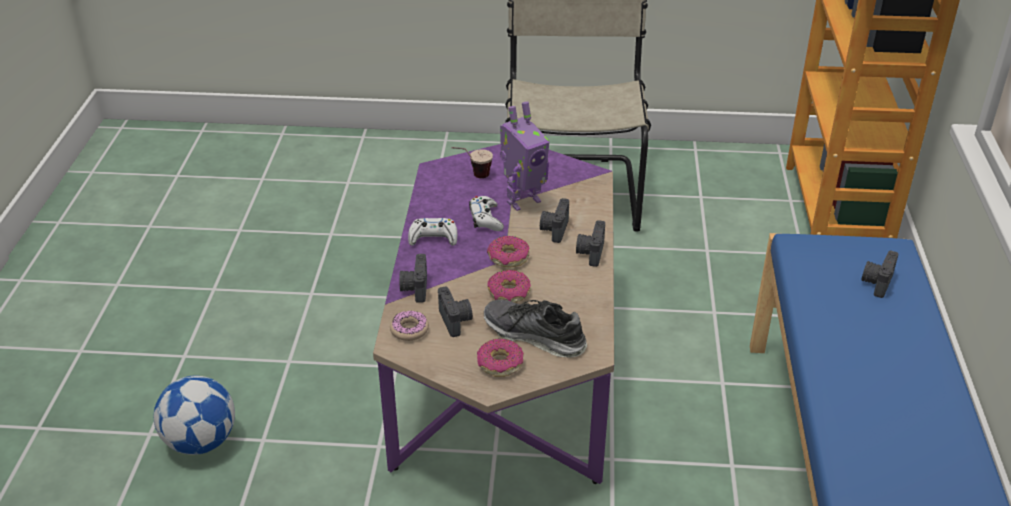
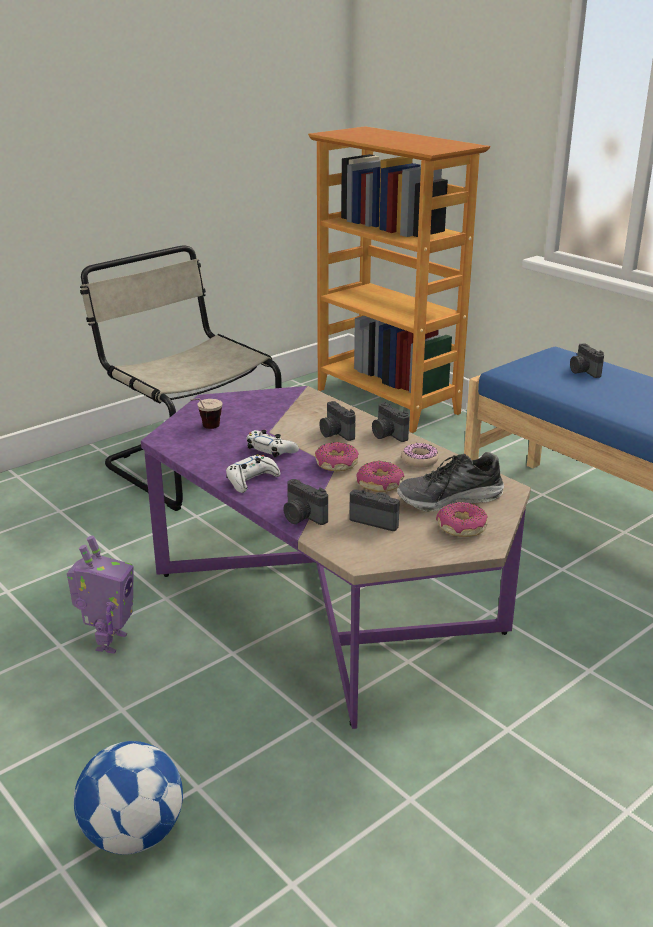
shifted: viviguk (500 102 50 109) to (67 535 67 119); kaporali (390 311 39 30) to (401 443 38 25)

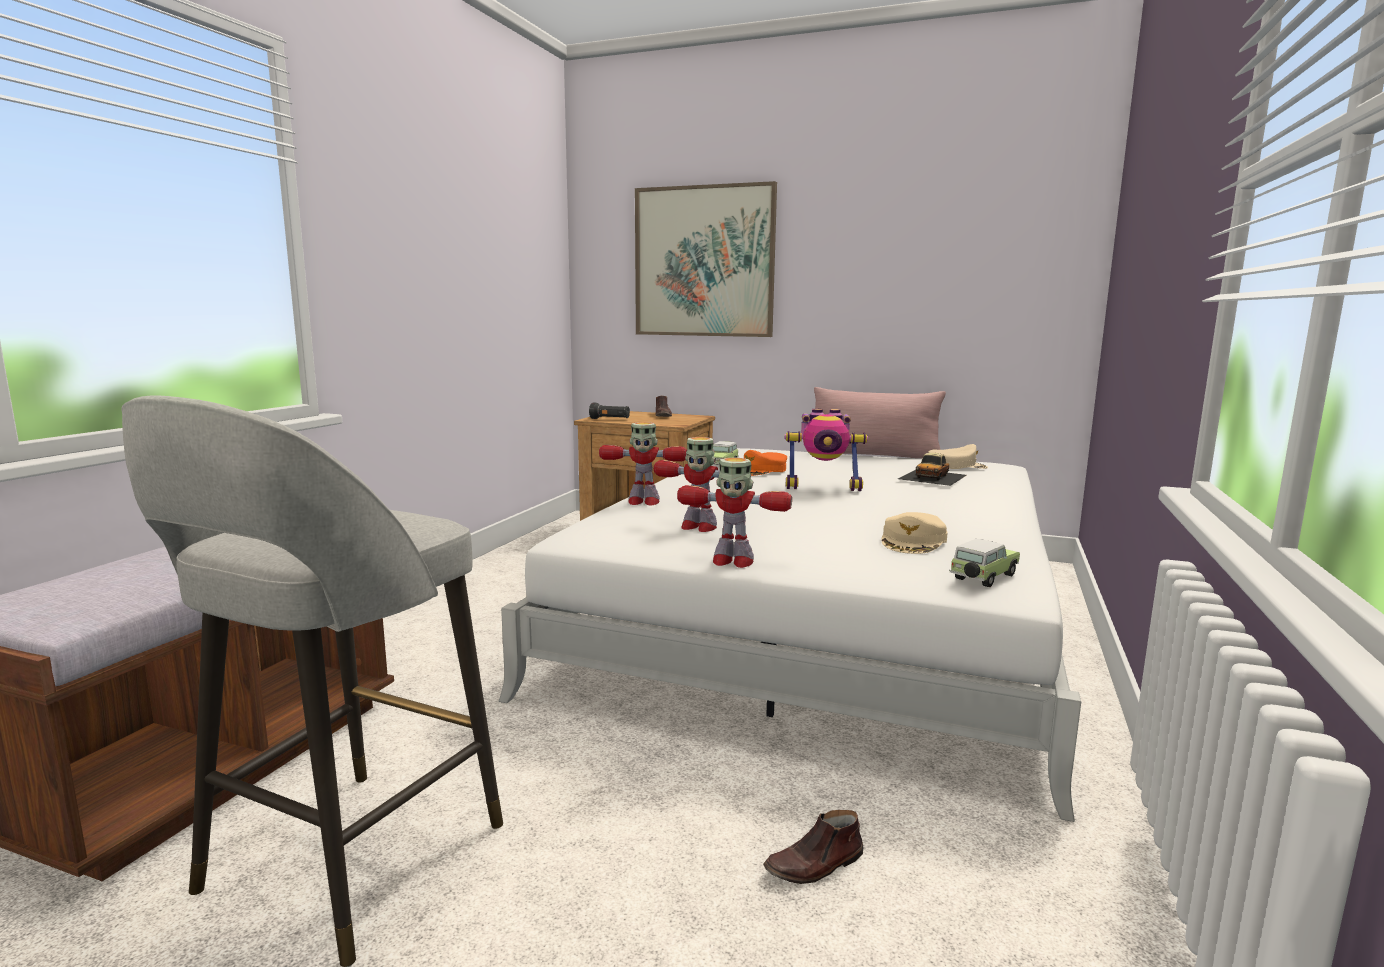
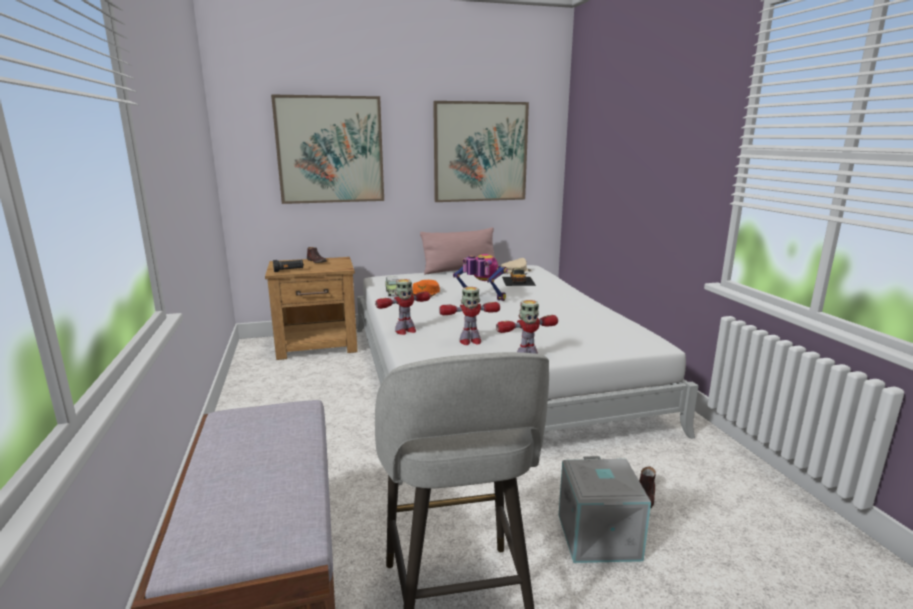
gone: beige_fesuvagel (881 512 67 42); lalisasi (950 539 70 48)
new: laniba (433 101 96 101); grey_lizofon (559 456 92 107)
rotated: viviguk (785 409 83 82) = (453 254 55 47) 120 degrees counterclockwise

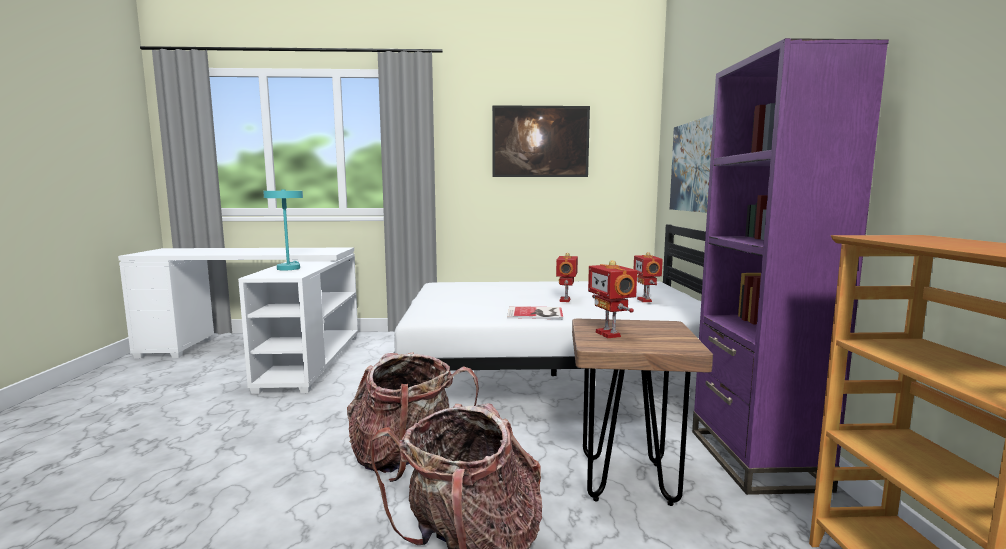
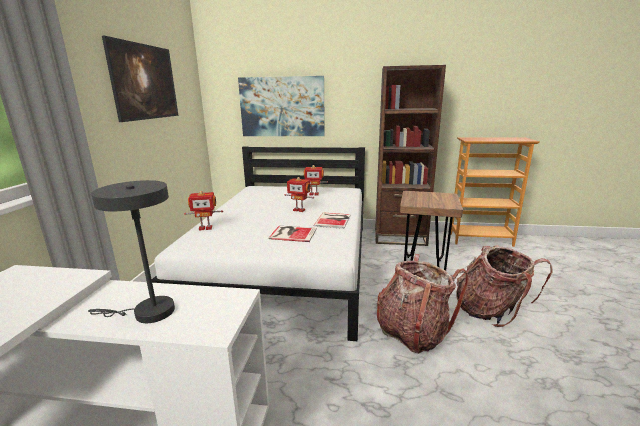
new: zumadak (268 226 49 16)
shifted: viviguk (588 260 49 78) to (184 191 39 40)
repainted: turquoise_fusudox (263 189 40 81) to grey_fusudox (88 180 87 143); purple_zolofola (692 38 197 457) to brown_zolofola (375 65 71 181)

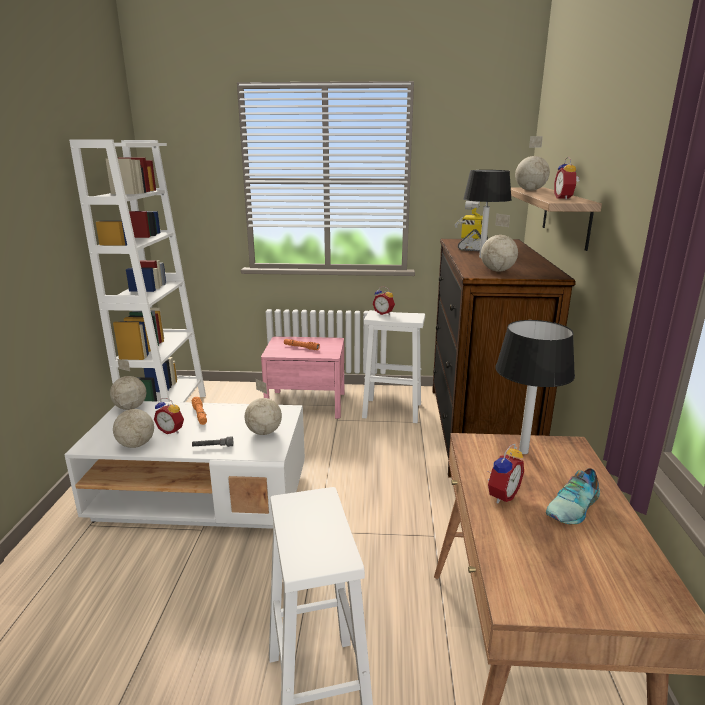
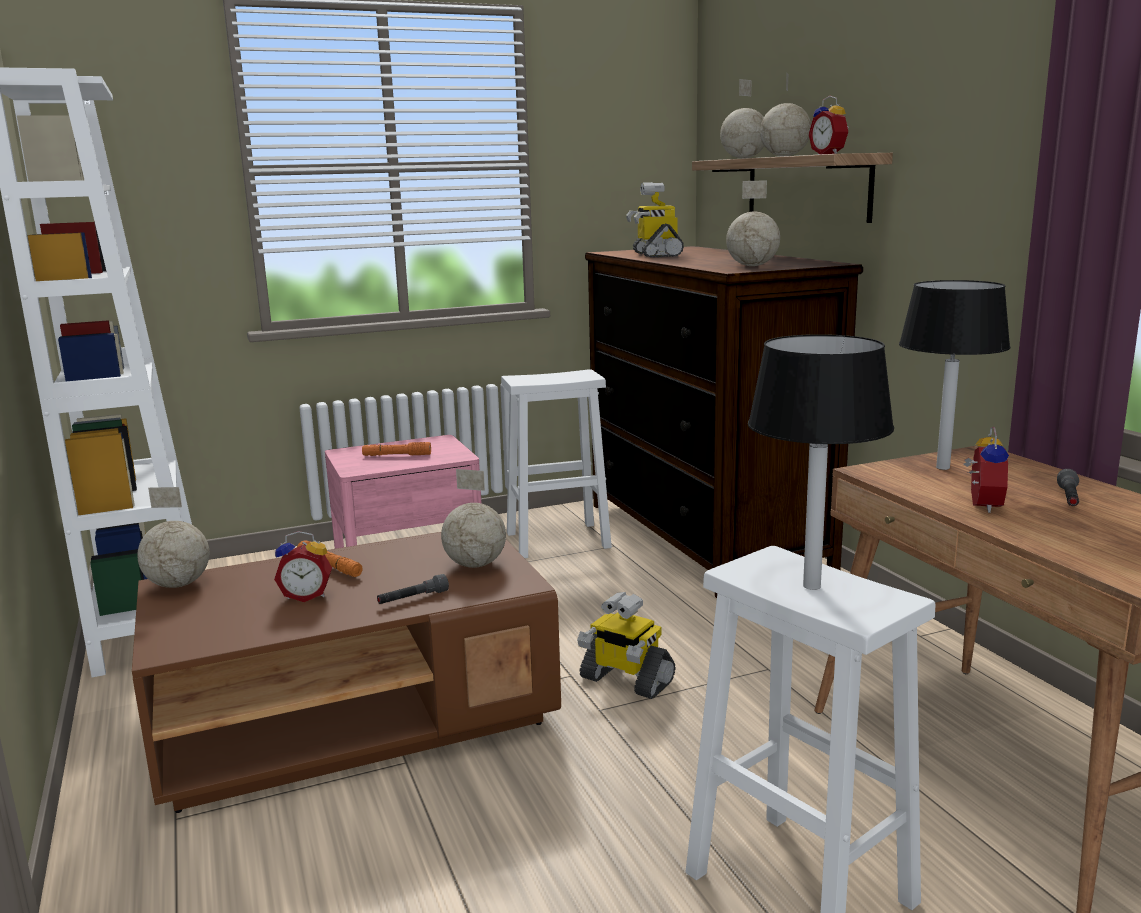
gone: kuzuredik (373 286 22 29)
new: viviguk (577 592 98 107)
shifted: black_fusudox (463 170 49 88) to (748 334 146 256); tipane (113 389 41 59) to (760 73 51 83)
swapped: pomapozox (546 468 54 56) to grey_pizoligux (1057 469 22 37)
repainted: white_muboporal (64 401 241 128) to brown_muboporal (132 532 429 281)

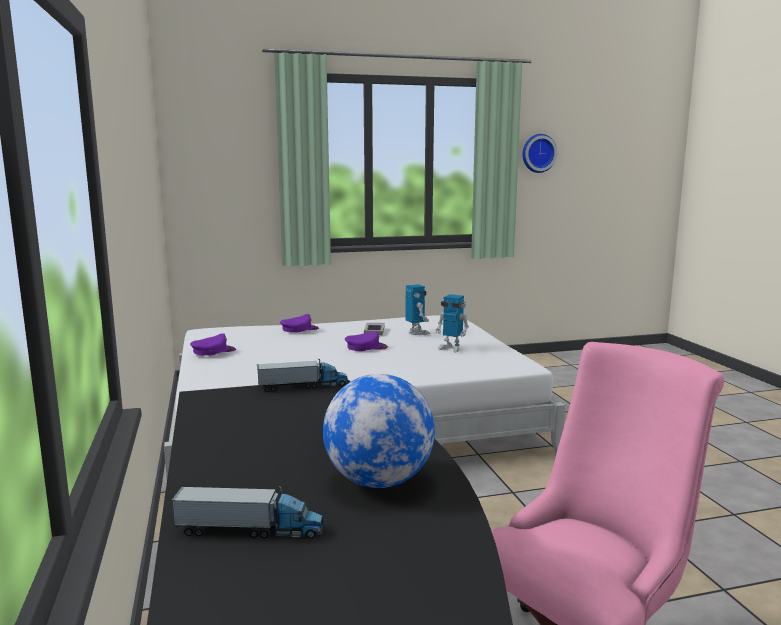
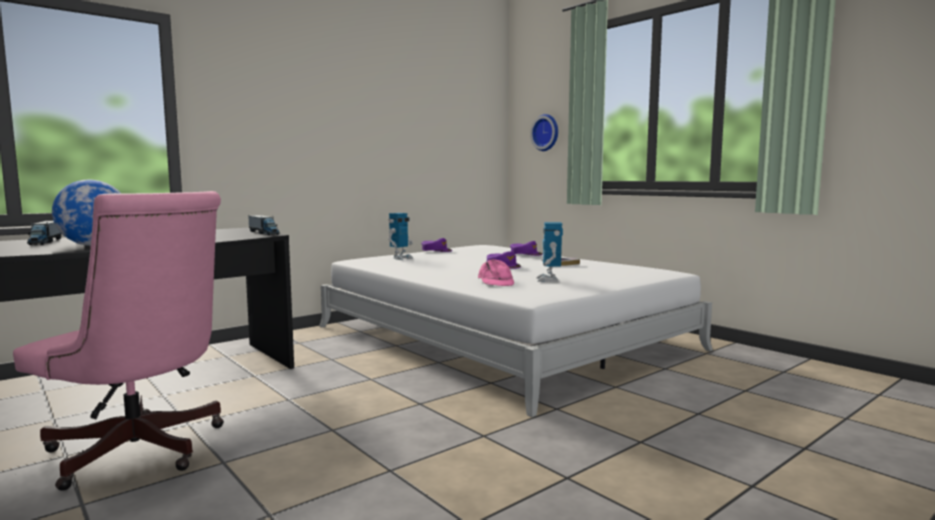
new: pink_fesuvagel (478 259 36 27)
shifted: viviguk (406 284 24 51) to (388 213 25 47); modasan (522 134 35 39) to (530 114 28 37)

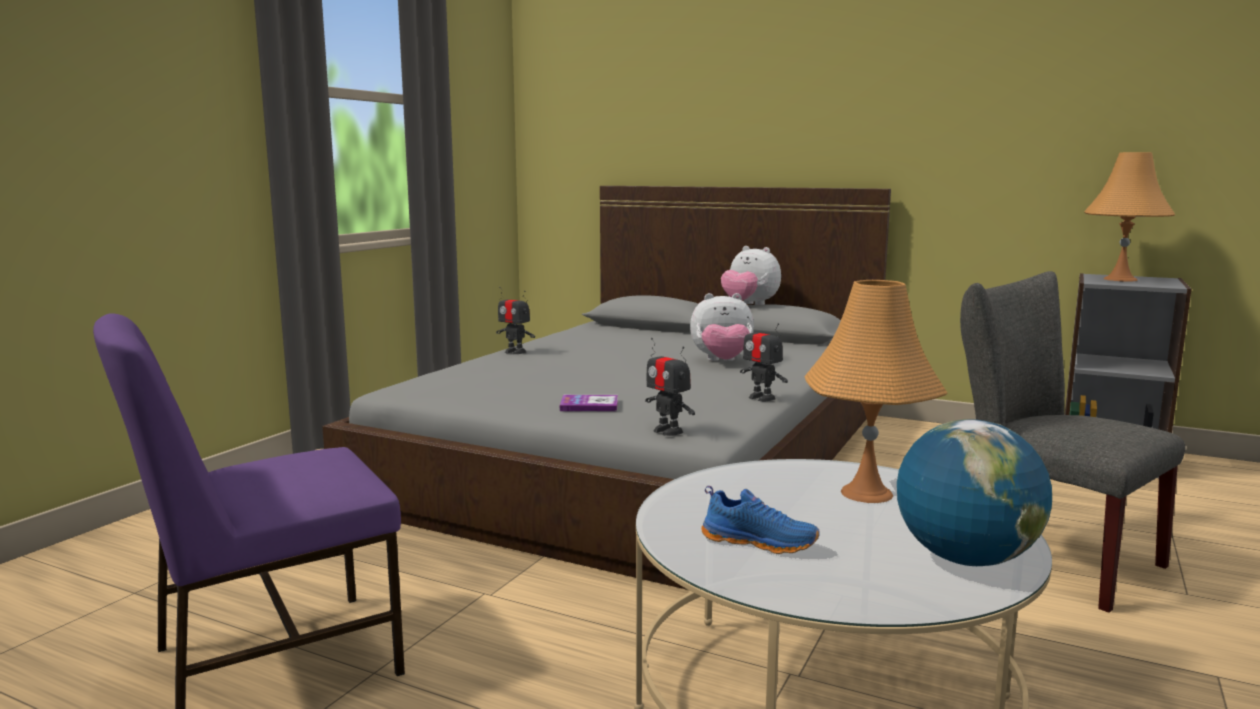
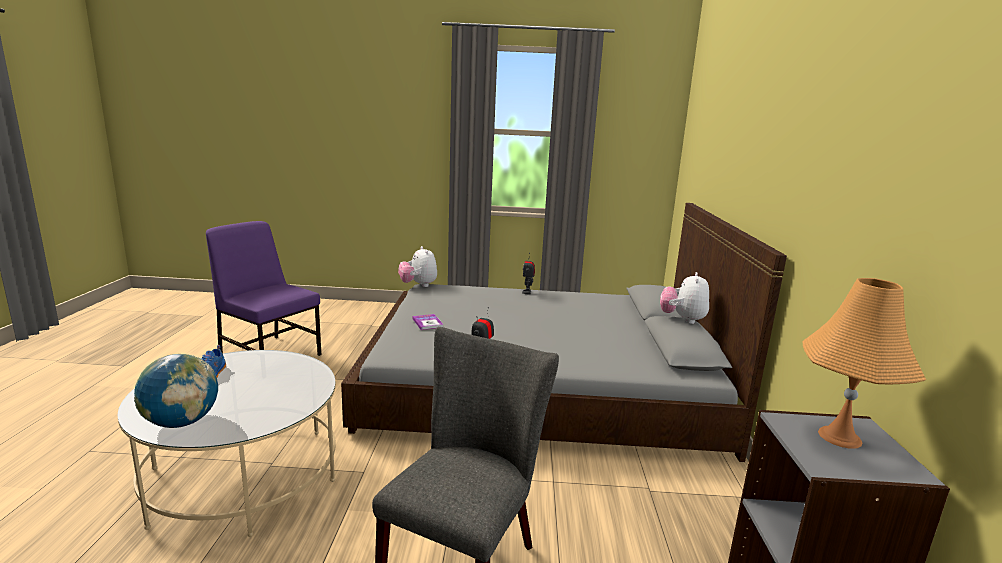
gone: viviguk (645 338 50 98); orange_fusudox (804 280 143 223)
shifted: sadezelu (690 293 64 68) to (398 246 39 41)

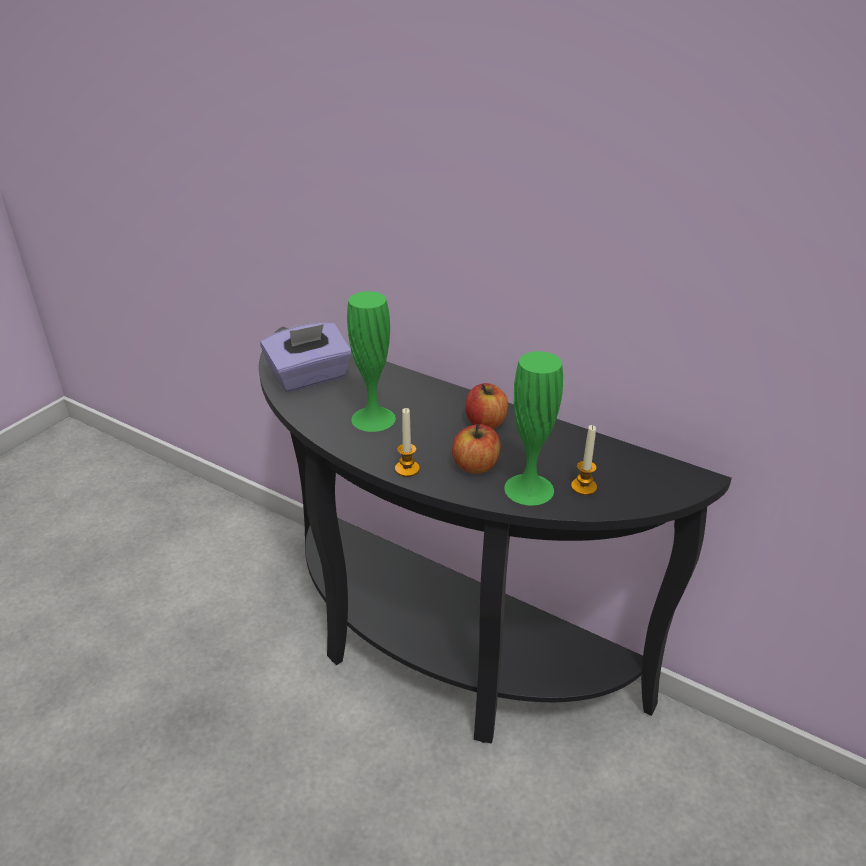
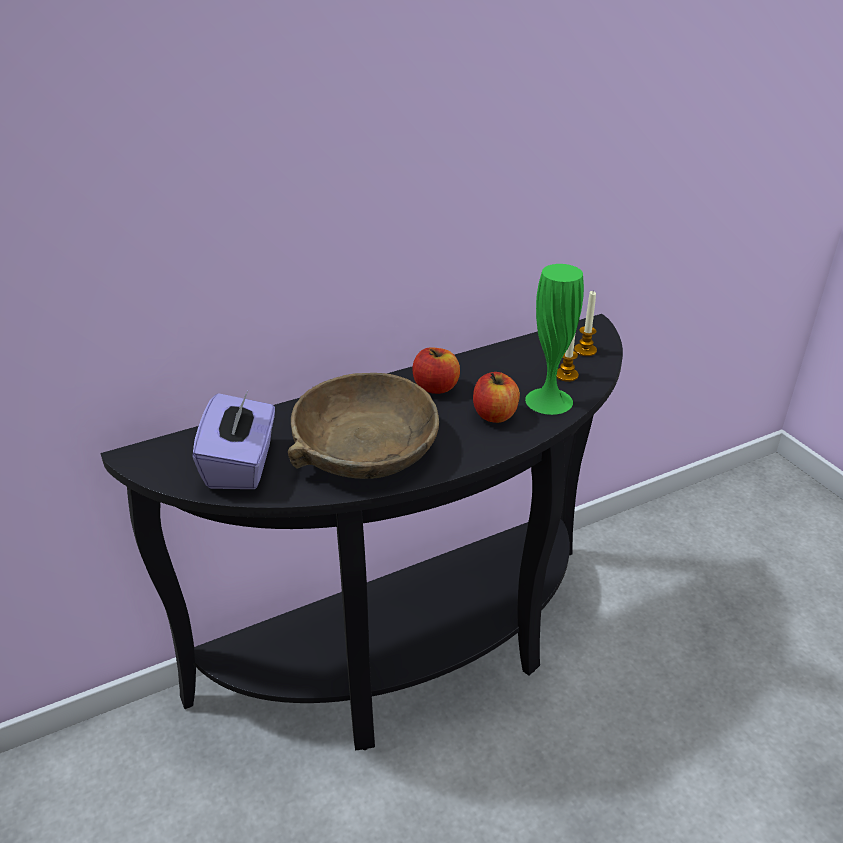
shifted: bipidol (395 408 25 69) to (574 291 23 65)
swapped: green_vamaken (347 291 49 141) to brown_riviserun (288 373 151 106)

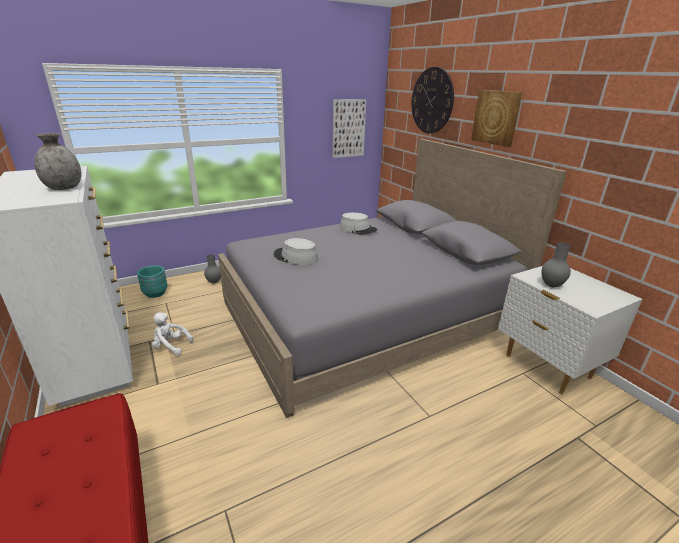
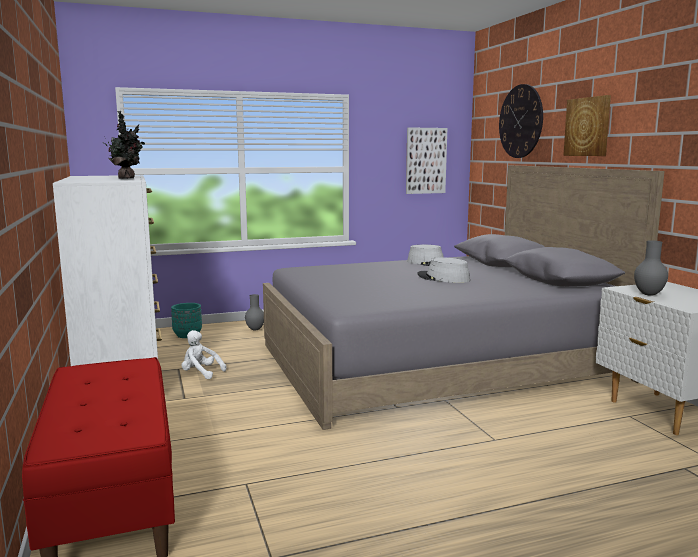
shifted: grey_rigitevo (274 238 44 27) to (417 257 53 26)
swapped: grey_vamaken (34 133 47 57) to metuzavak (103 111 42 68)

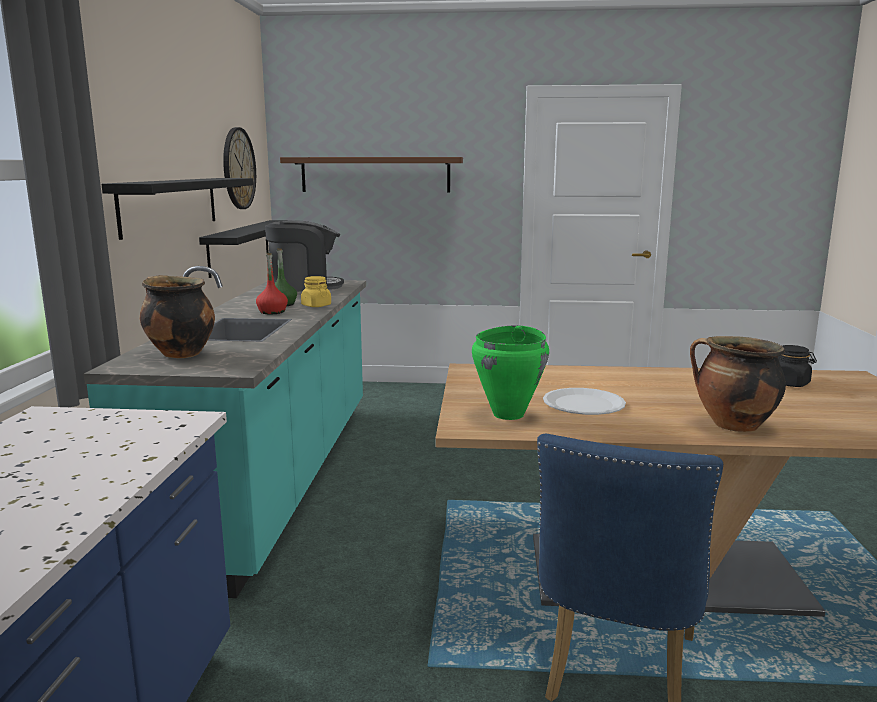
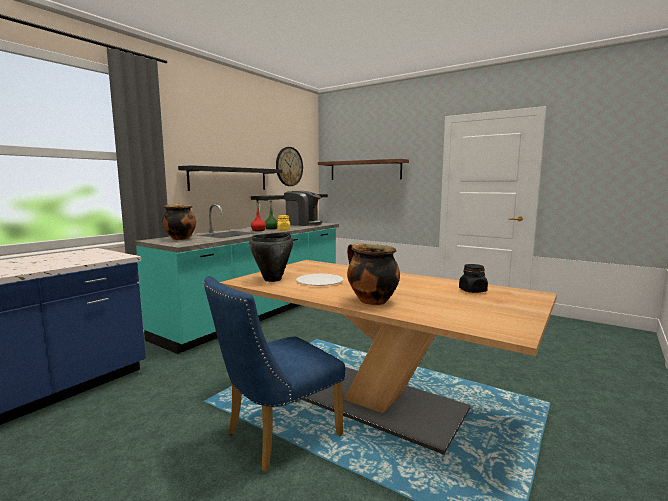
repainted: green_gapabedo (472 325 77 95) to black_gapabedo (249 232 44 50)

